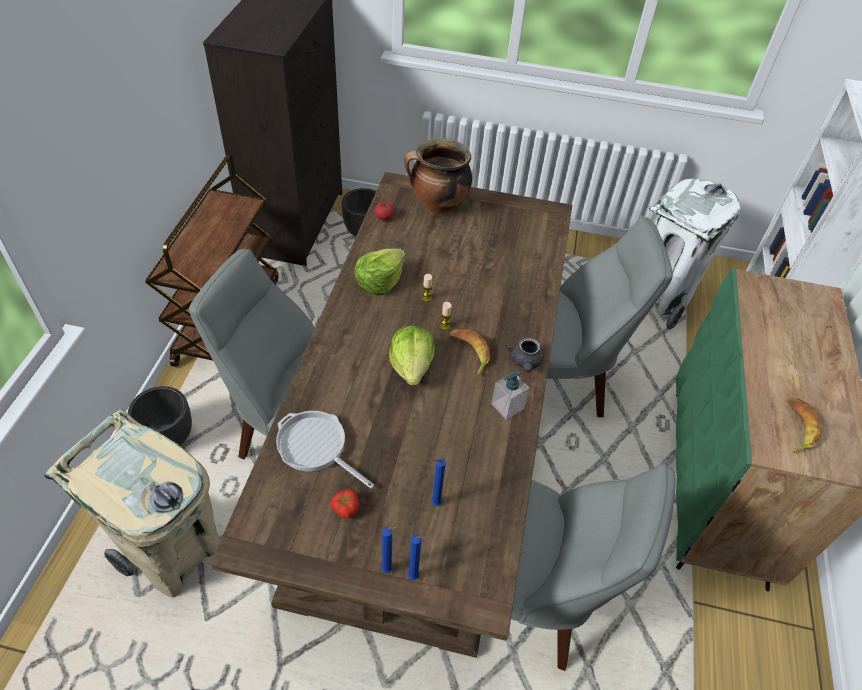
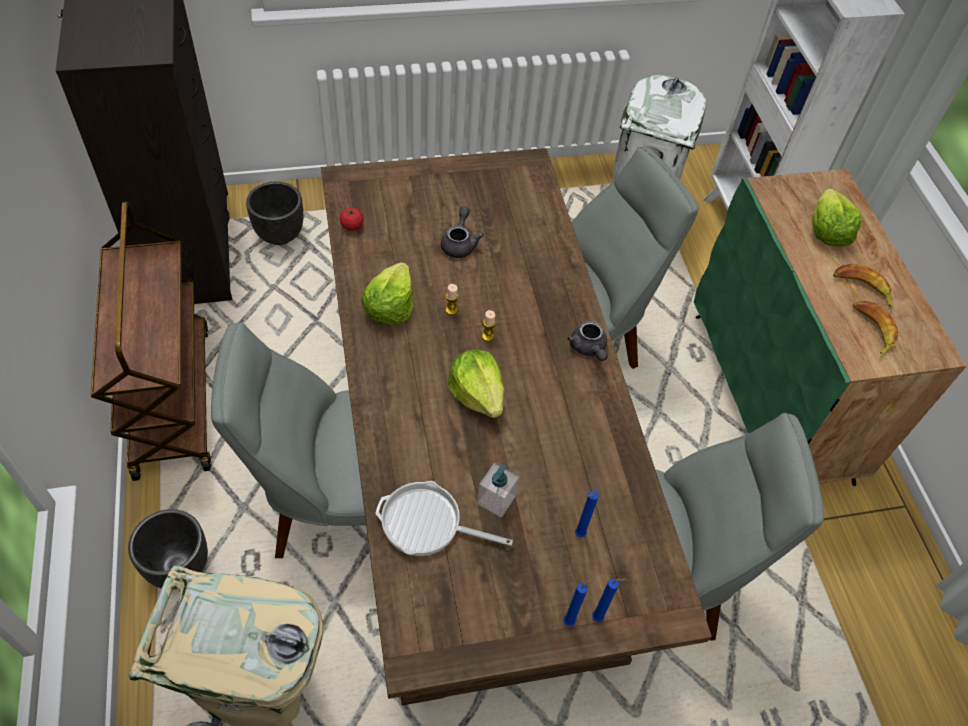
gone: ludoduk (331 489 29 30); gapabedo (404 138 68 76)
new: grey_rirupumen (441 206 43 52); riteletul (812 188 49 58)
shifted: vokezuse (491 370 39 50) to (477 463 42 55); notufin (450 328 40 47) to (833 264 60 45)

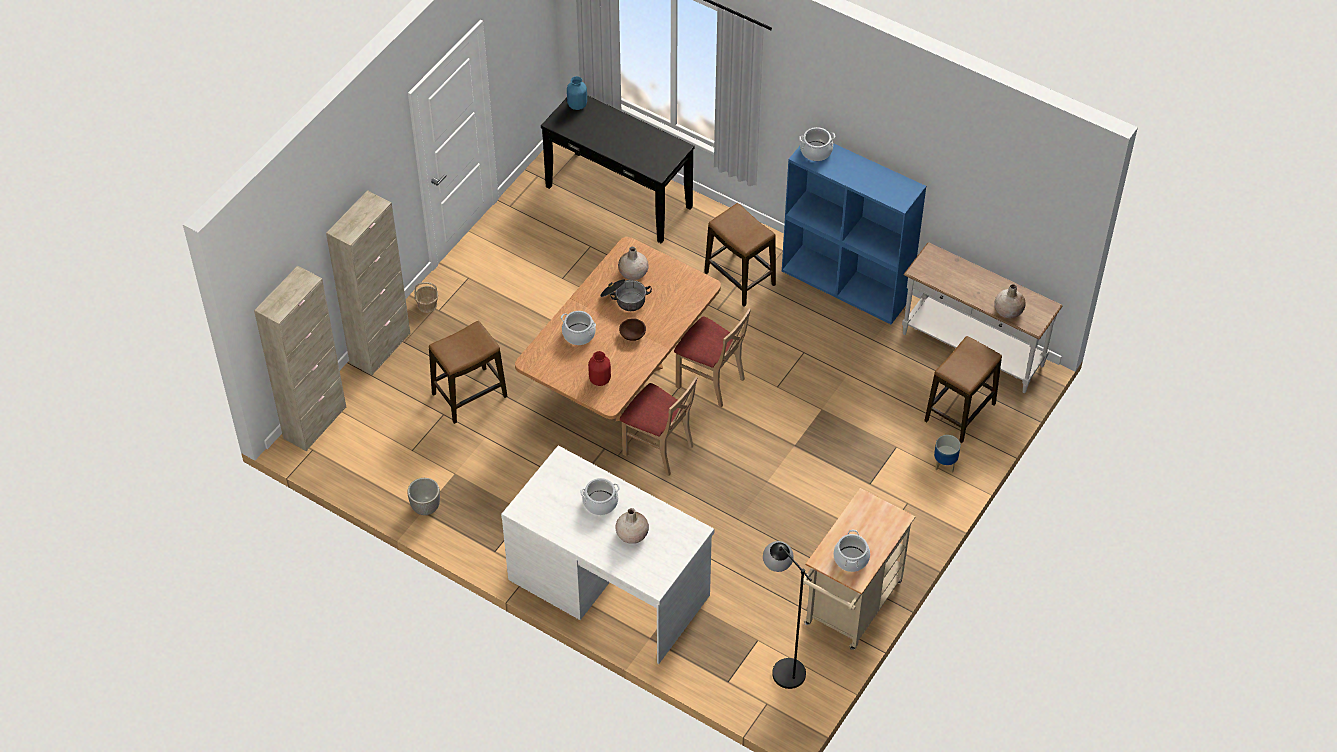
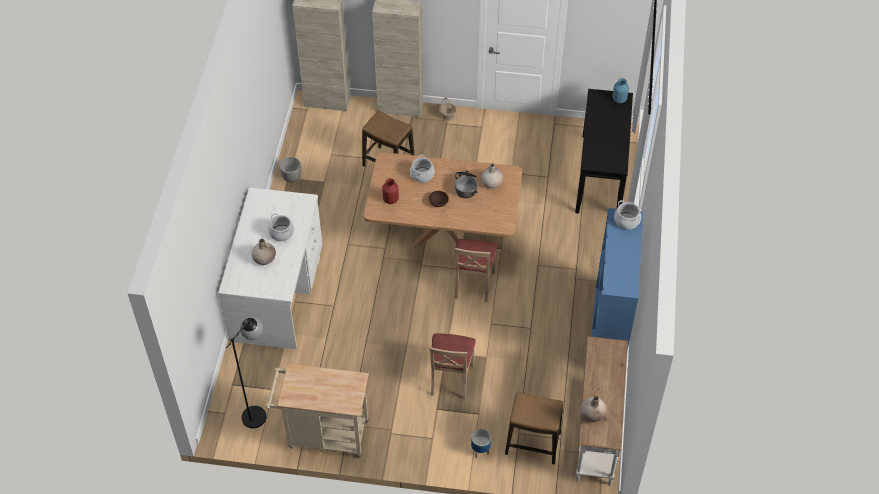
gone: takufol (704 203 72 104); gapabedo (834 530 36 42)
shifted: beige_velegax (620 376 78 100) to (429 333 47 67)

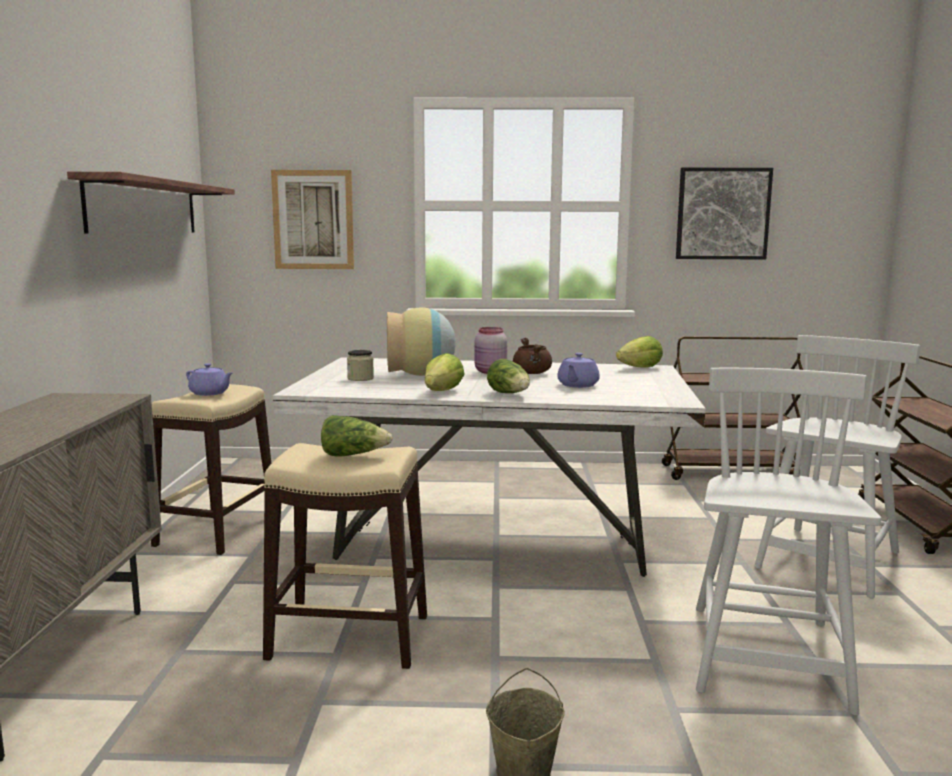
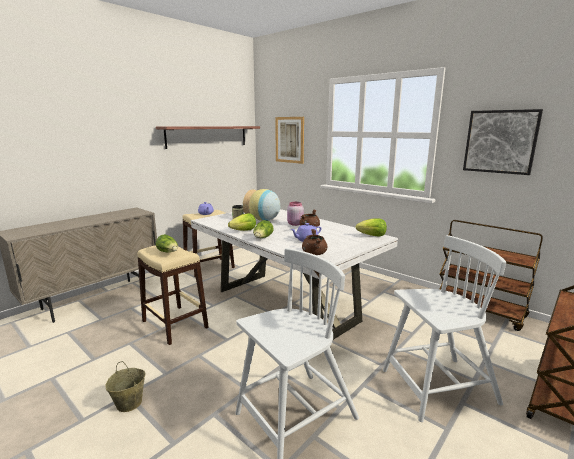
new: brown_gapabedo (302 229 25 26)

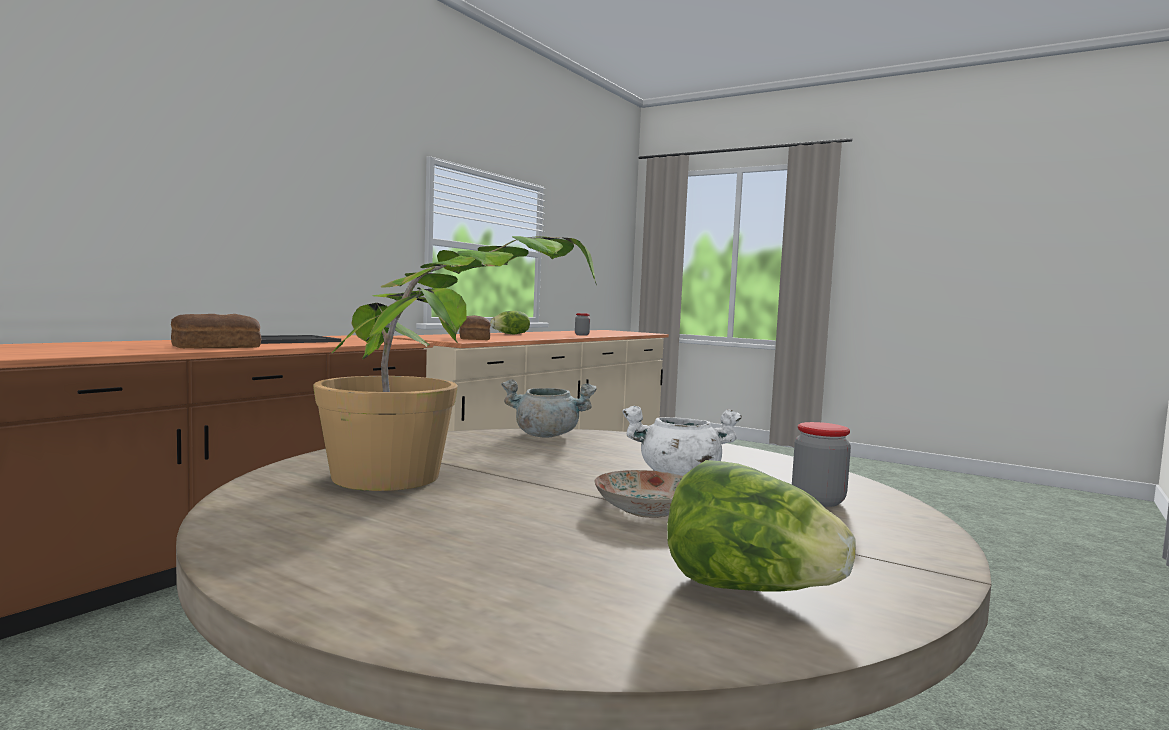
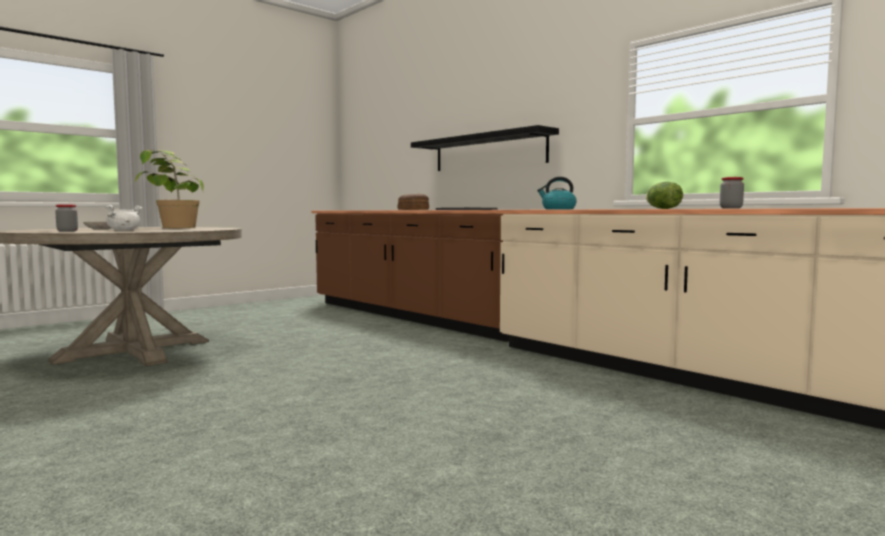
gone: grey_gapabedo (501 379 95 59); riteletul (667 460 189 132)
new: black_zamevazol (411 125 148 46)
swapped: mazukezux (459 315 32 25) to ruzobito (537 177 40 32)

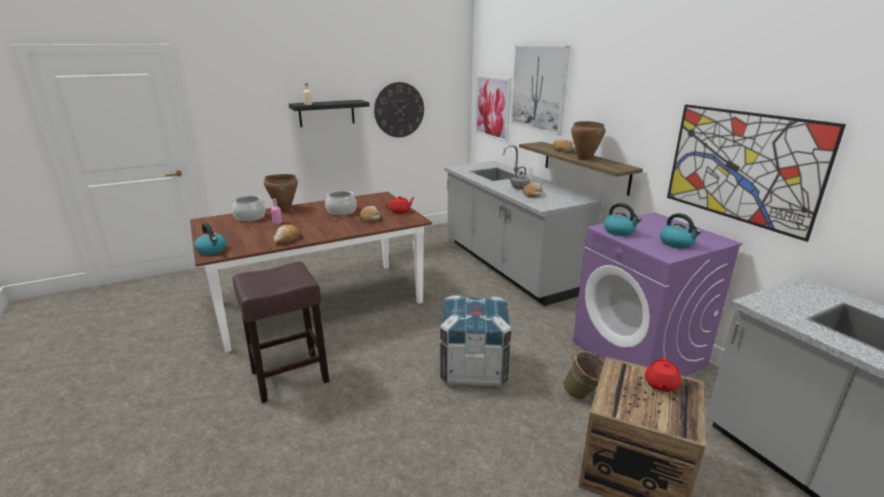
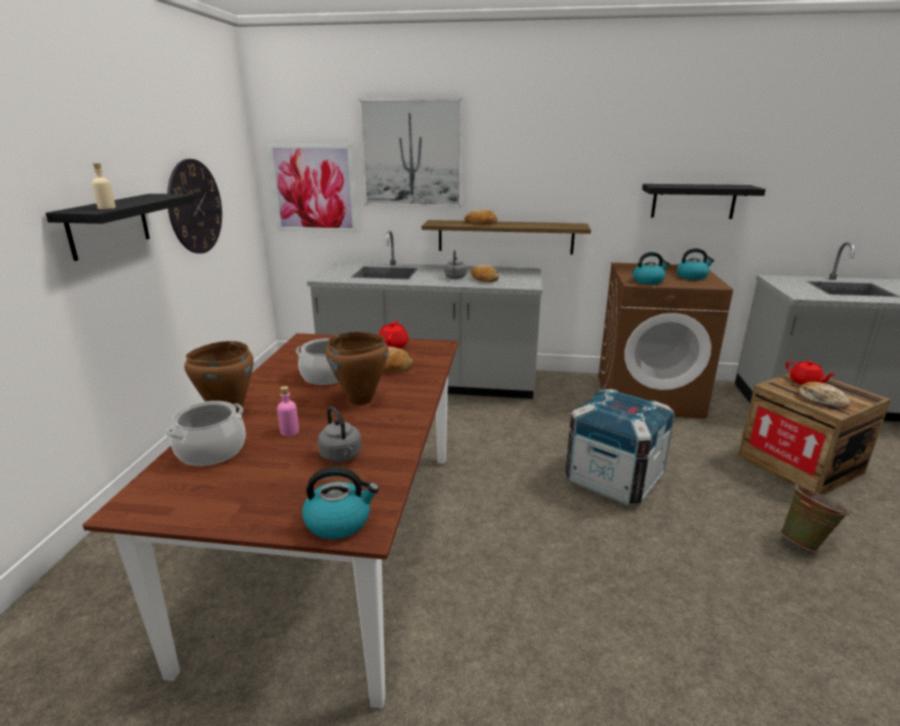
gone: brown_takufol (232 262 97 141)
new: grey_ruzobito (318 406 44 56)
shifted: brown_gapabedo (571 121 35 39) to (326 332 63 73); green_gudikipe (563 351 41 49) to (780 483 71 69); mazukezux (273 224 27 20) to (797 381 54 27)
swapped: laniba (667 104 179 138) to black_zamevazol (642 184 124 35)
repainted: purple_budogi (573 213 169 164) to brown_budogi (599 263 134 156)

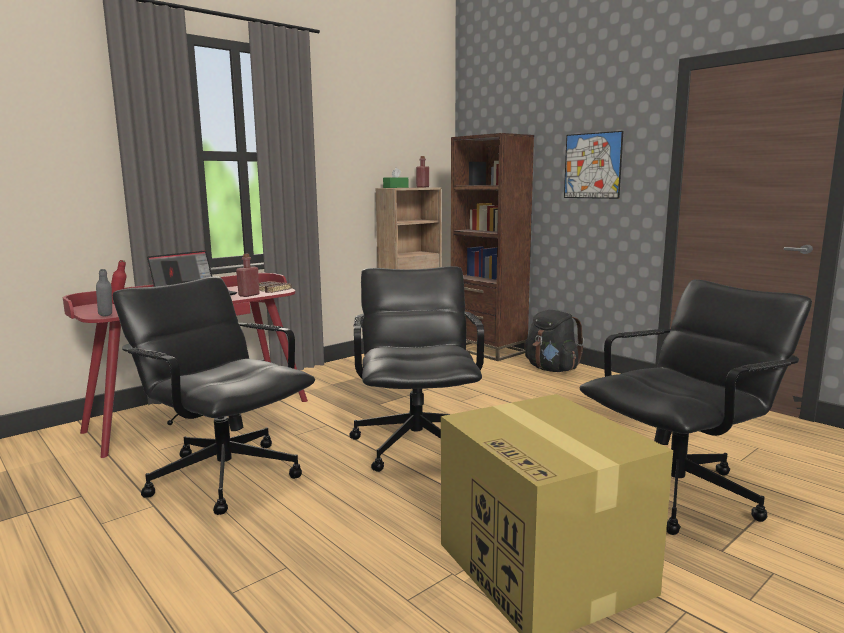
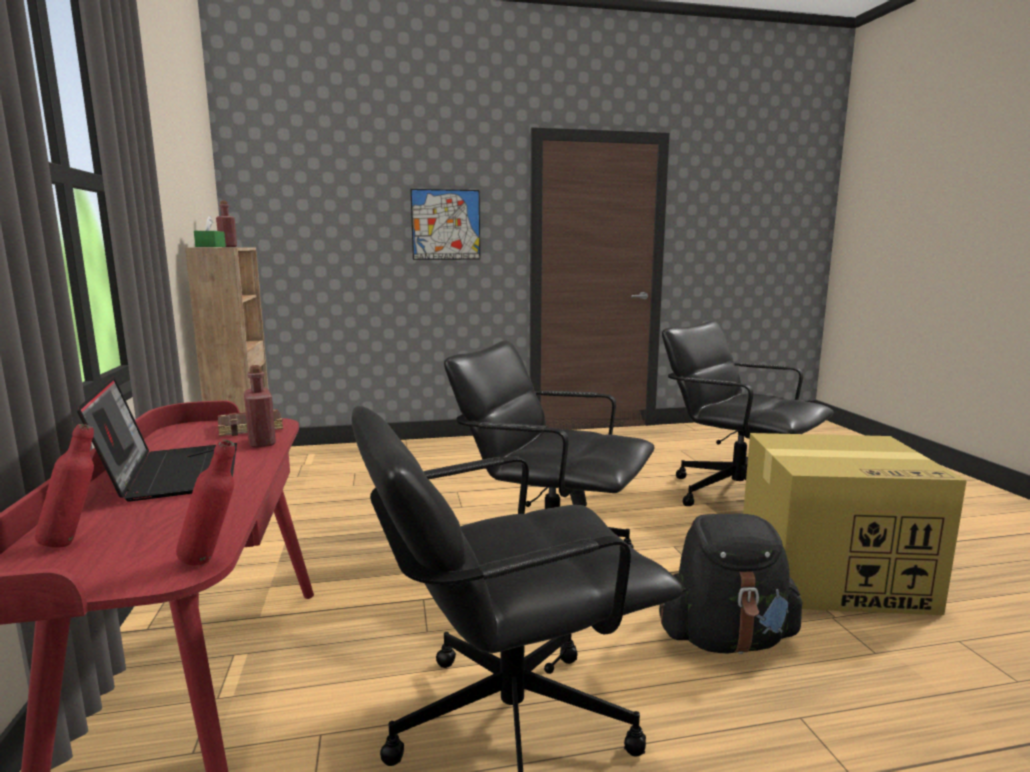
gone: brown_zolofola (451 133 83 228)
shifted: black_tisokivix (525 310 59 62) to (659 514 144 140)
repainted: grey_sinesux (96 269 16 47) to red_sinesux (176 439 59 127)
rotated: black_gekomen (580 279 232 256) = (662 321 172 185) 45 degrees counterclockwise

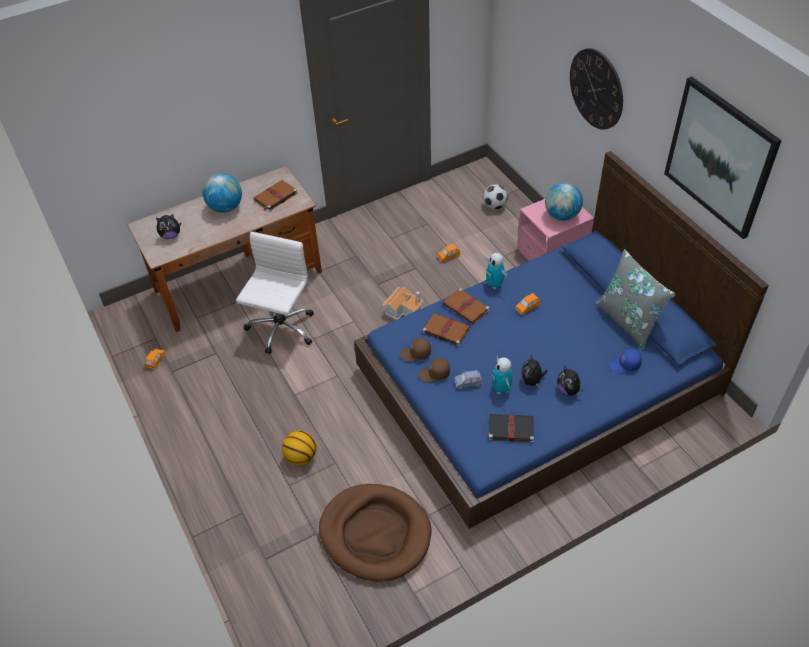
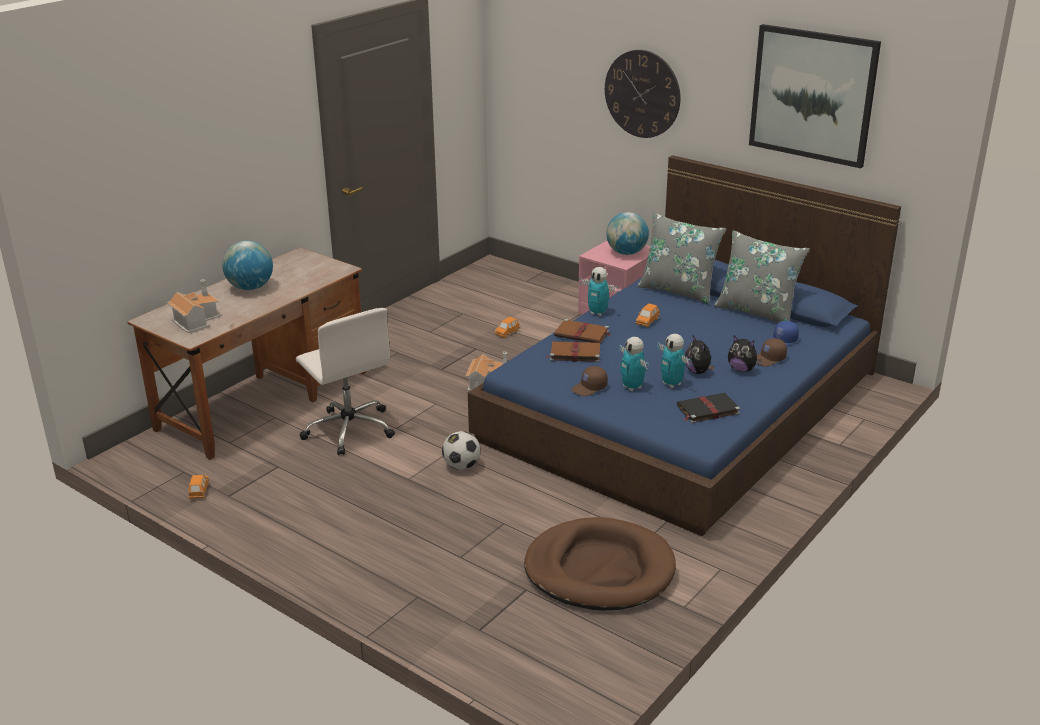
gone: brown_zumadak (253 180 45 31); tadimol (282 430 34 36)
new: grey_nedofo (637 213 89 92)
shifted: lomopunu (483 184 25 25) to (442 431 39 39); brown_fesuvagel (400 338 31 24) to (757 338 30 29)
swapped: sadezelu (156 214 25 25) to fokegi (167 279 53 54); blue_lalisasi (454 370 29 19) to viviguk (619 337 30 54)
rotated: white_gekomen (236 232 78 122) = (296 308 99 147) 150 degrees clockwise

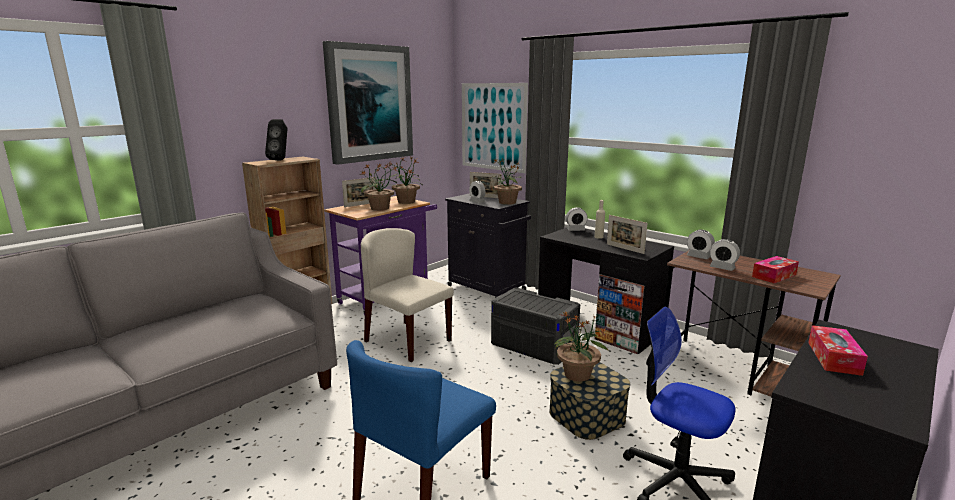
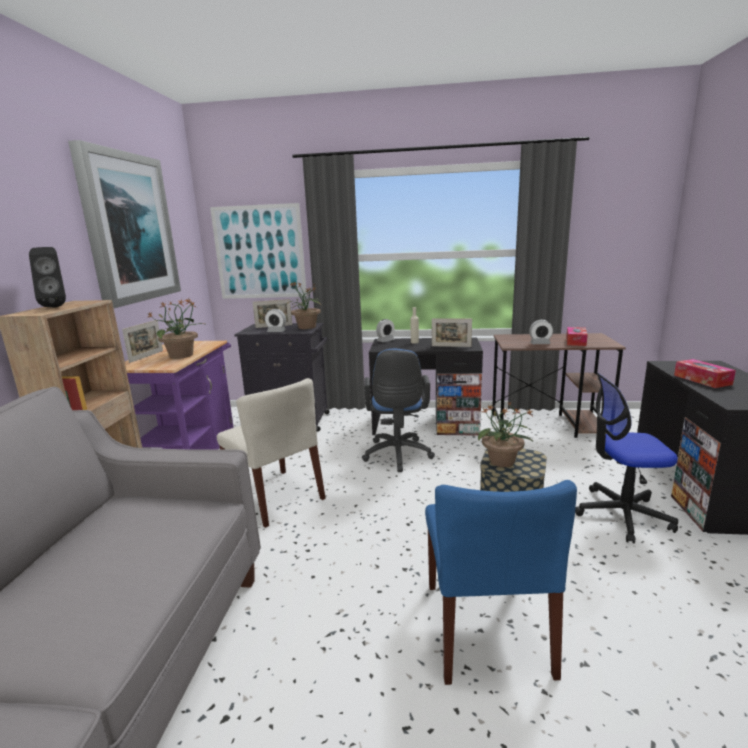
gone: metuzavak (387 157 36 47); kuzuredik (687 230 28 29)
swapped: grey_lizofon (491 288 89 77) to blue_gekomen (362 349 73 123)
rotated: beige_velegax (361 228 93 134) = (217 378 109 150) 135 degrees counterclockwise

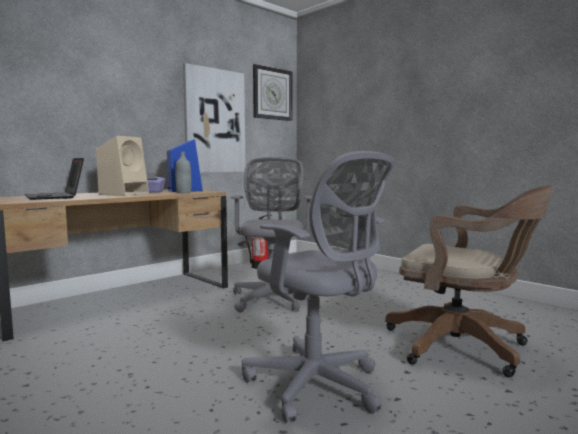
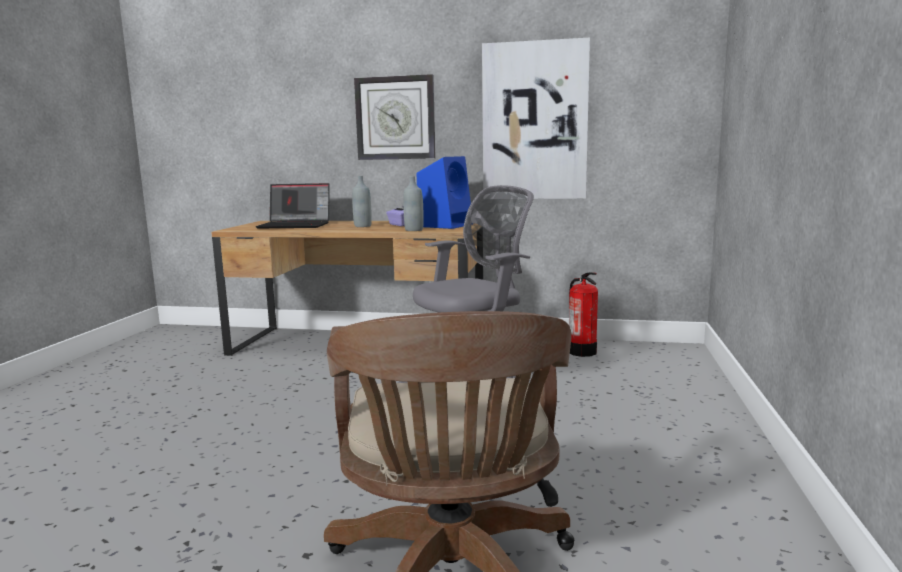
gone: grey_gekomen (242 151 153 272)
shifted: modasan (253 64 39 57) to (354 74 82 86)
swapped: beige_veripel (96 136 53 60) to grey_sinesux (352 176 20 51)
rotated: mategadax (25 158 59 42) = (255 183 75 45) 105 degrees counterclockwise

